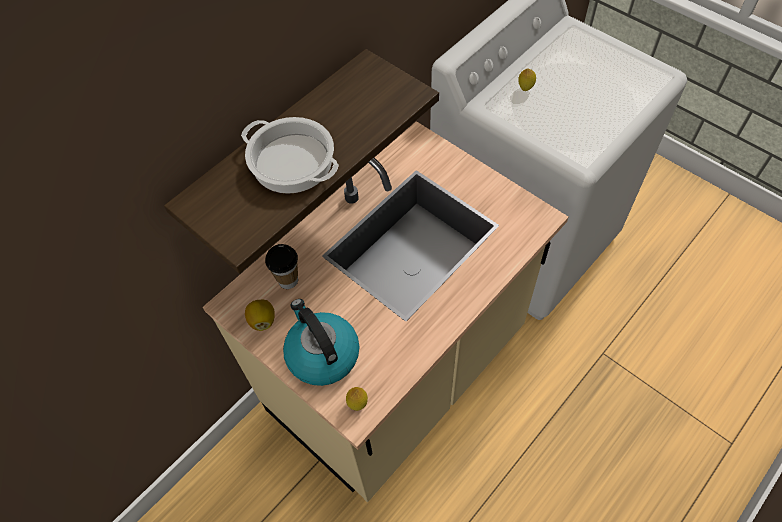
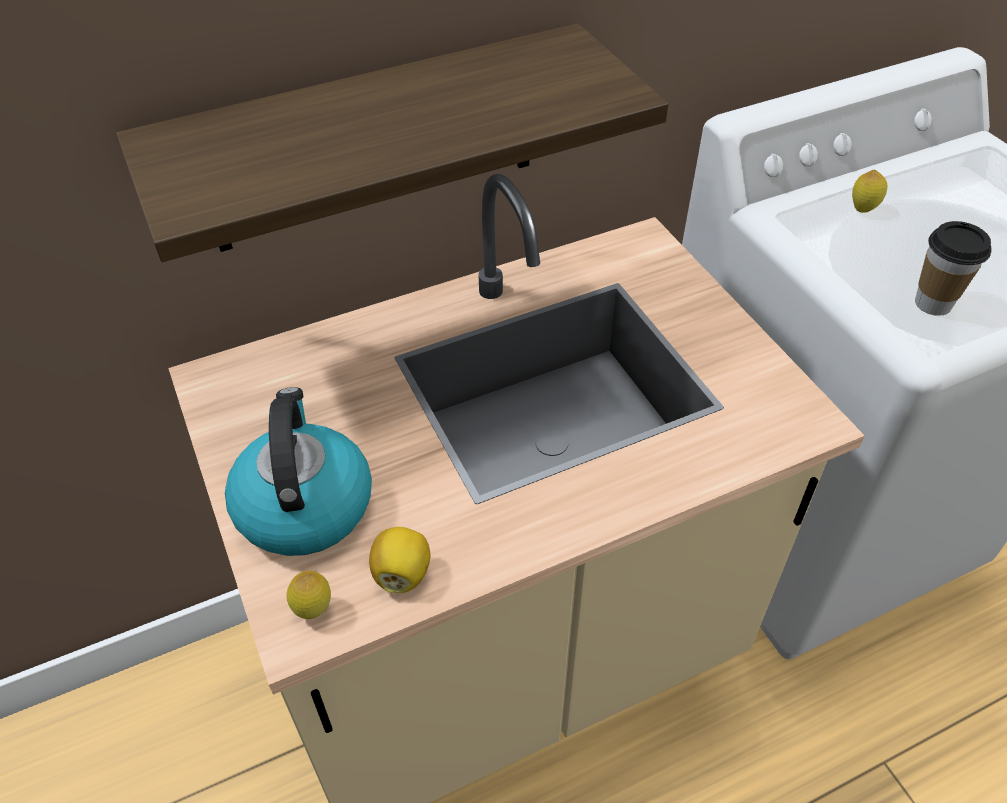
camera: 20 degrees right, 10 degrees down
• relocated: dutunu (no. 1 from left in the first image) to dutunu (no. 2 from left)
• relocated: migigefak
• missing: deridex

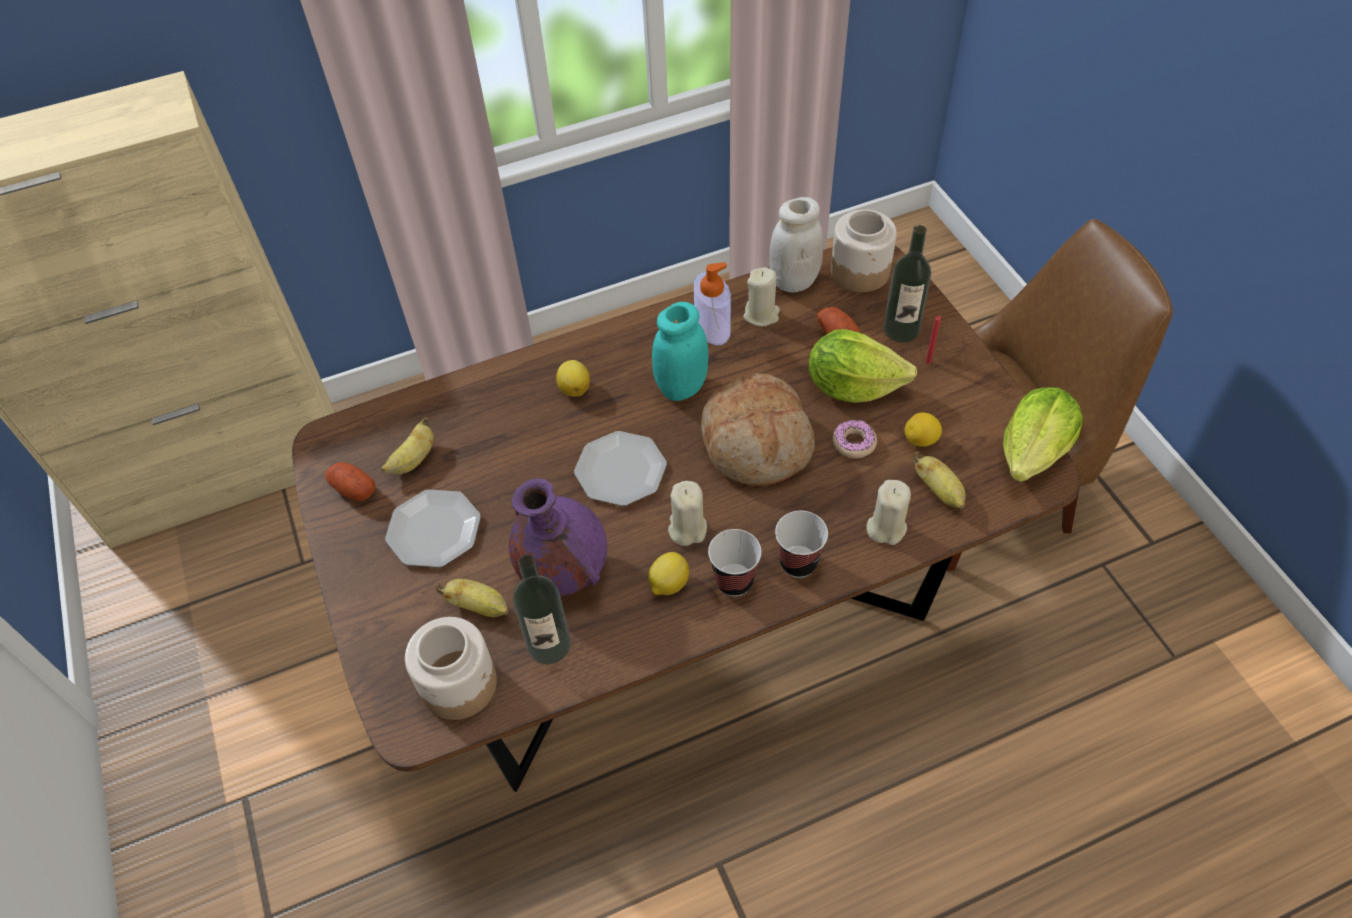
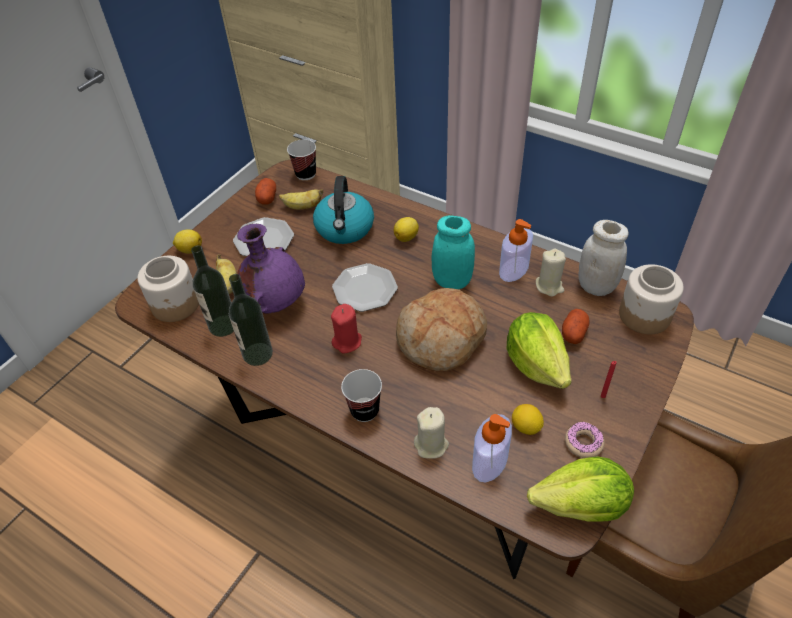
camera: 55 degrees right, 5 degrees down
• relocated: dutunu (no. 2 from left in the first image) to dutunu (no. 1 from left)
• relocated: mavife (no. 2 from left)
• relocated: migigefak (no. 1 from left)
• appeared: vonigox
• colour: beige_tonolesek (no. 1 from left) to red_tonolesek (no. 1 from left)
• exchanged: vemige (no. 3 from left) to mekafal (no. 1 from left)
• relocated: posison

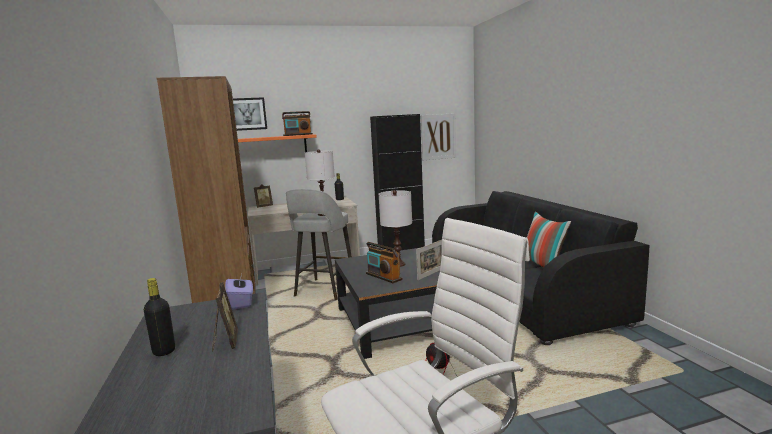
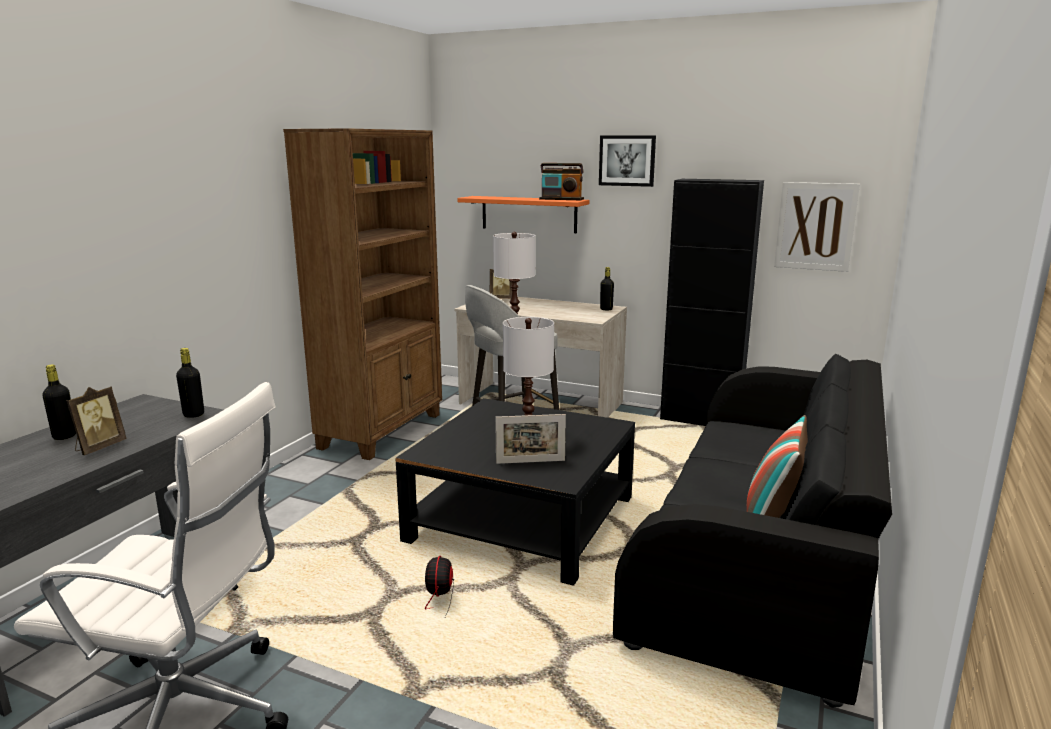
camera: 40 degrees right, 5 degrees up
• exchanged: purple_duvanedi to black_mavife (no. 2 from left)
• relocated: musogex (no. 1 from left)
• missing: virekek (no. 2 from left)

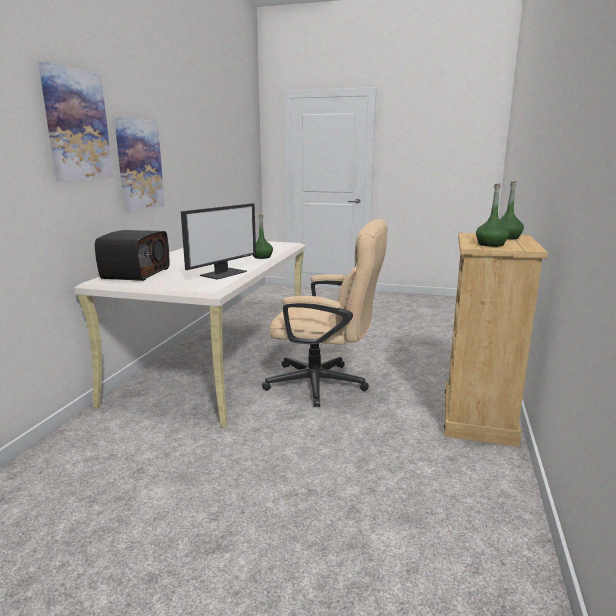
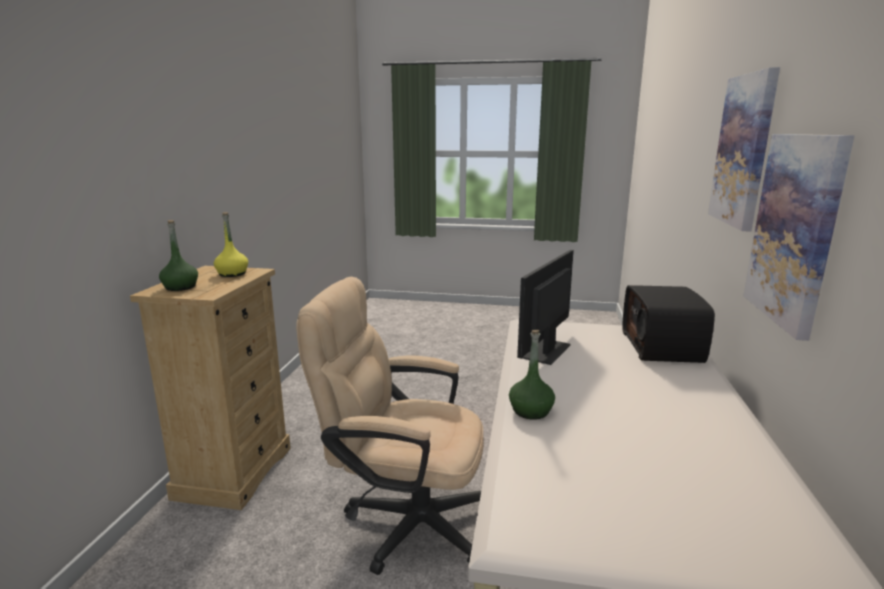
camera: 175 degrees right, 0 degrees up
• colour: green_mavife (no. 2 from left) to yellow_mavife

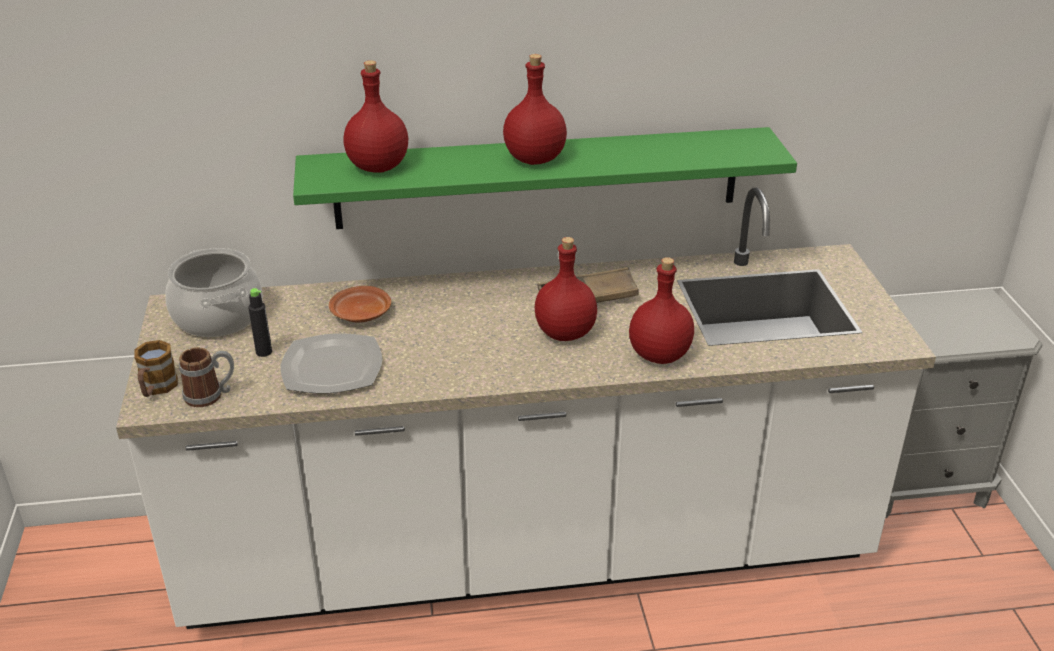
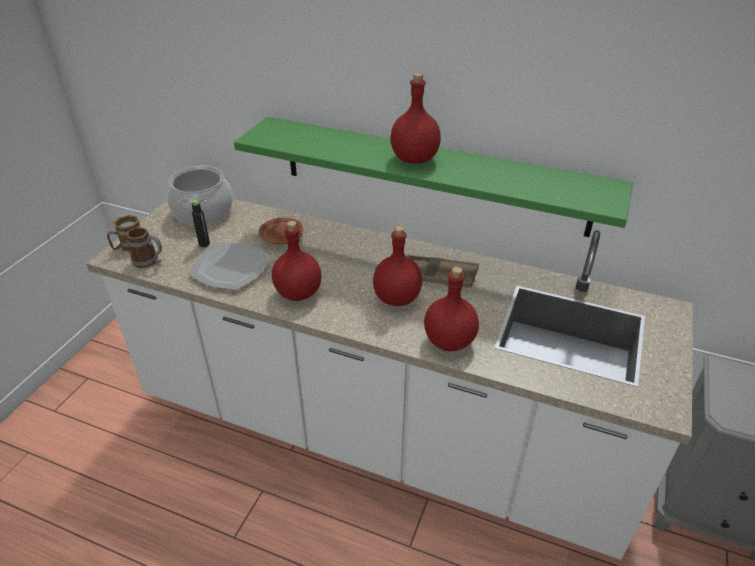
camera: 30 degrees right, 5 degrees up
• relocated: red_mavife (no. 1 from left)

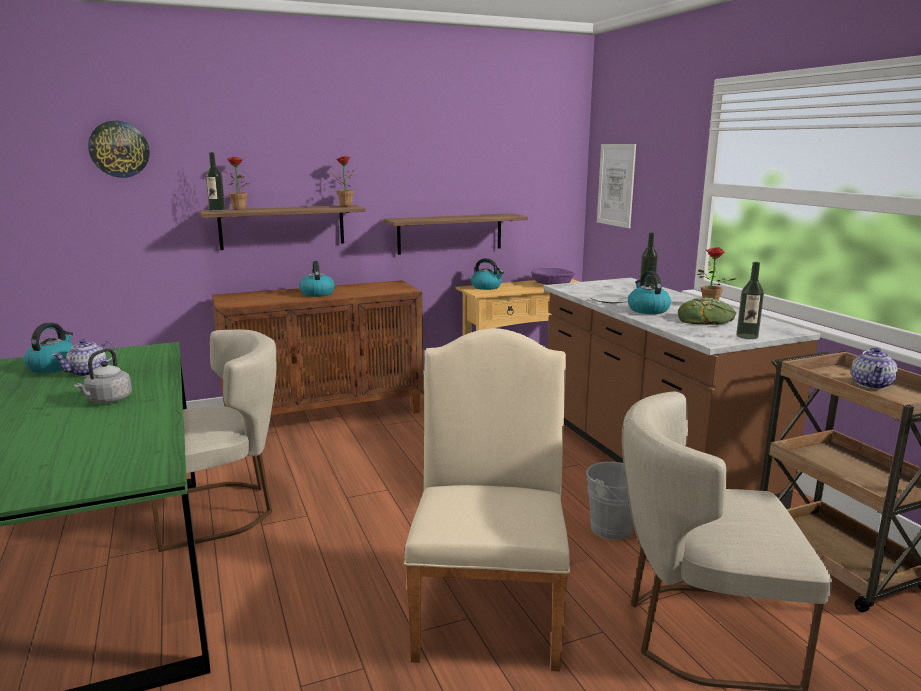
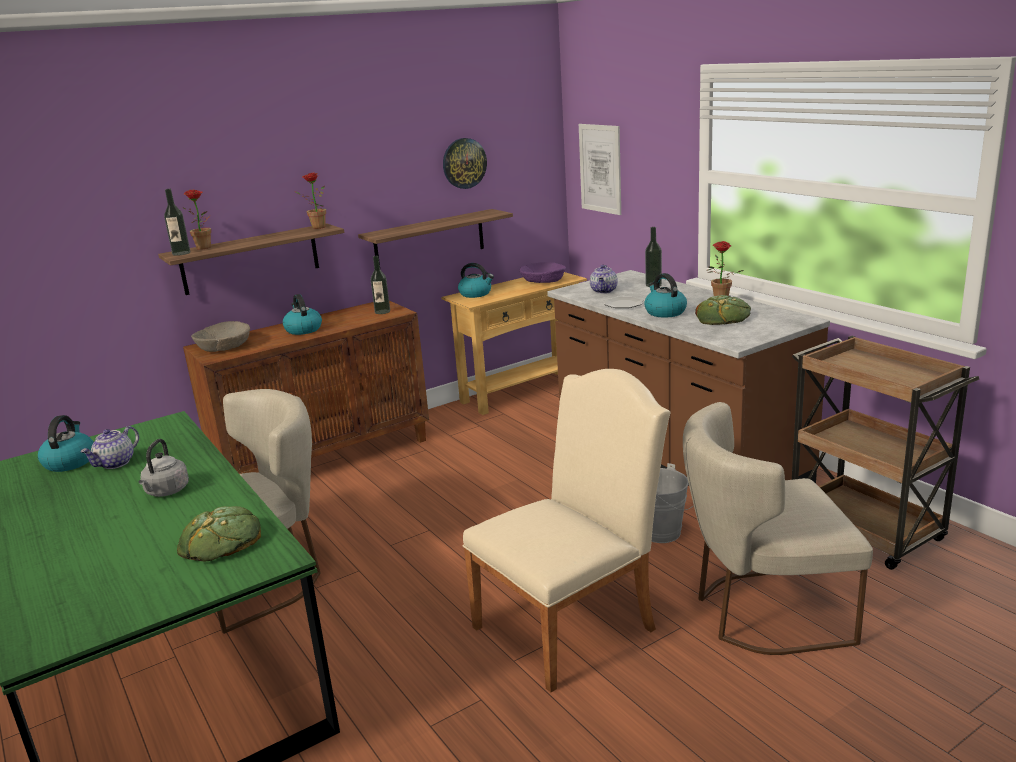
camera: 10 degrees left, 5 degrees up
• appeared: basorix (no. 1 from left)
• appeared: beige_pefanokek
• relocated: mavife (no. 3 from left in the first image) to mavife (no. 2 from left)
• relocated: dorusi
• spun: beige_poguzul (no. 2 from left) 60 degrees clockwise
• relocated: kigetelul (no. 2 from left)

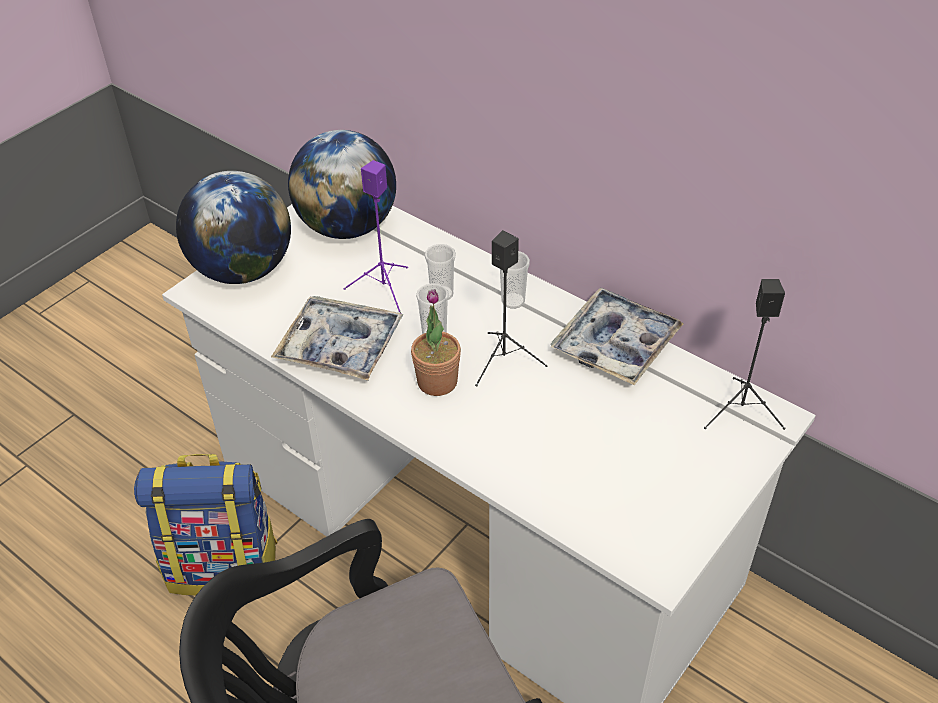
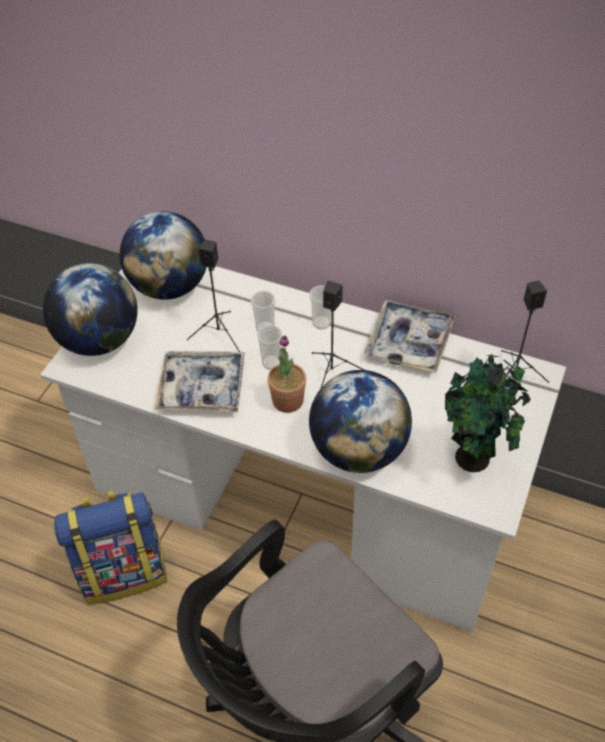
camera: 15 degrees left, 5 degrees up
• colour: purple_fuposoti to black_fuposoti (no. 1 from left)
• appeared: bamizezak (no. 3 from left)
• appeared: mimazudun (no. 2 from left)

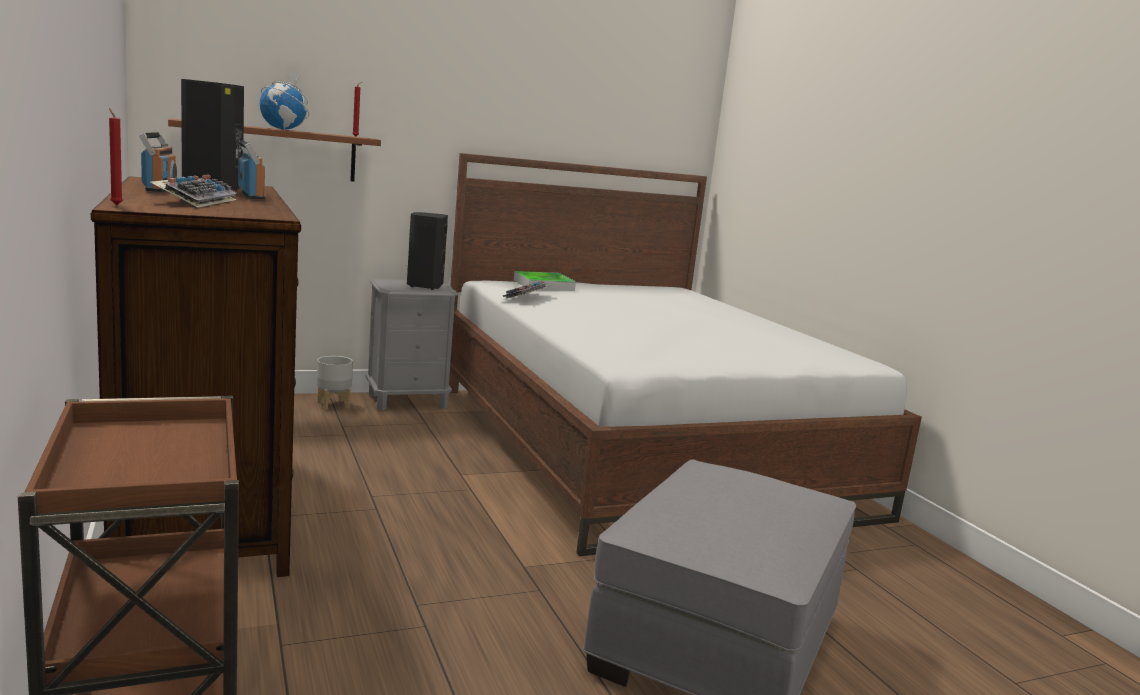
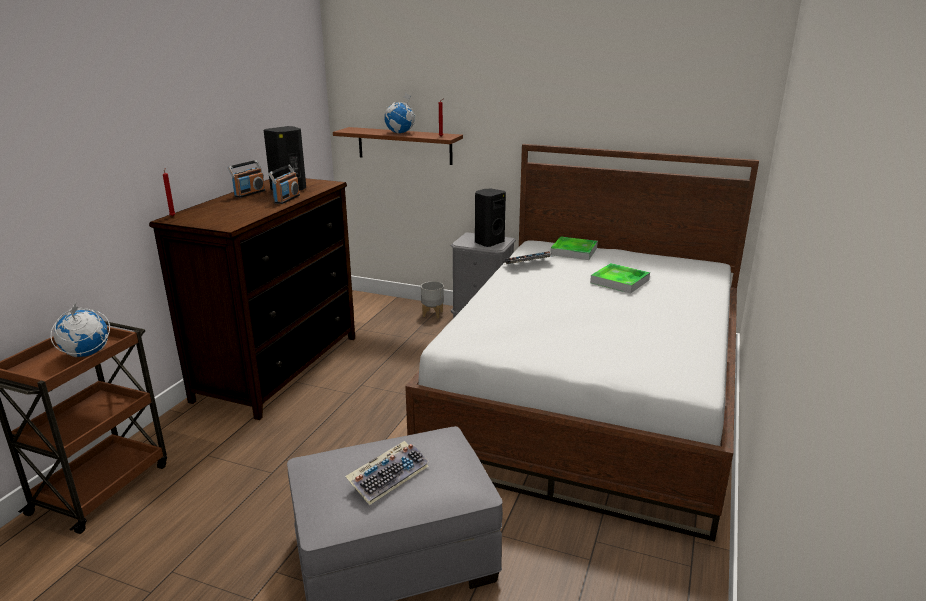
camera: 45 degrees right, 10 degrees up
• appeared: bamizezak (no. 1 from left)
• relocated: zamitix (no. 1 from left)
• appeared: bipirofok (no. 2 from left)

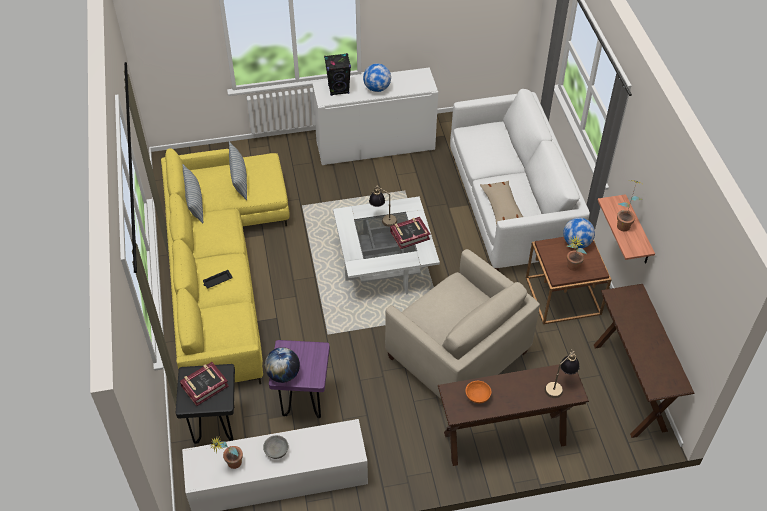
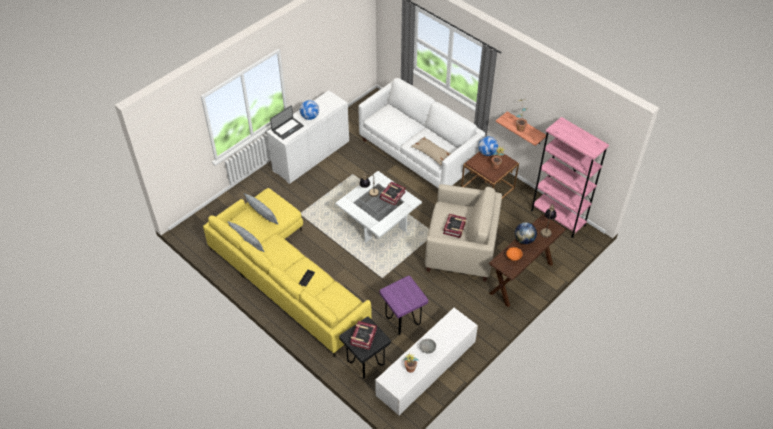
camera: 35 degrees left, 0 degrees up
• exchanged: black_fuposoti to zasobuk
• appeared: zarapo (no. 3 from left)
• relocated: bamizezak (no. 1 from left in the first image) to bamizezak (no. 3 from left)
• exchanged: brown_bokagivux (no. 2 from left) to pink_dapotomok

